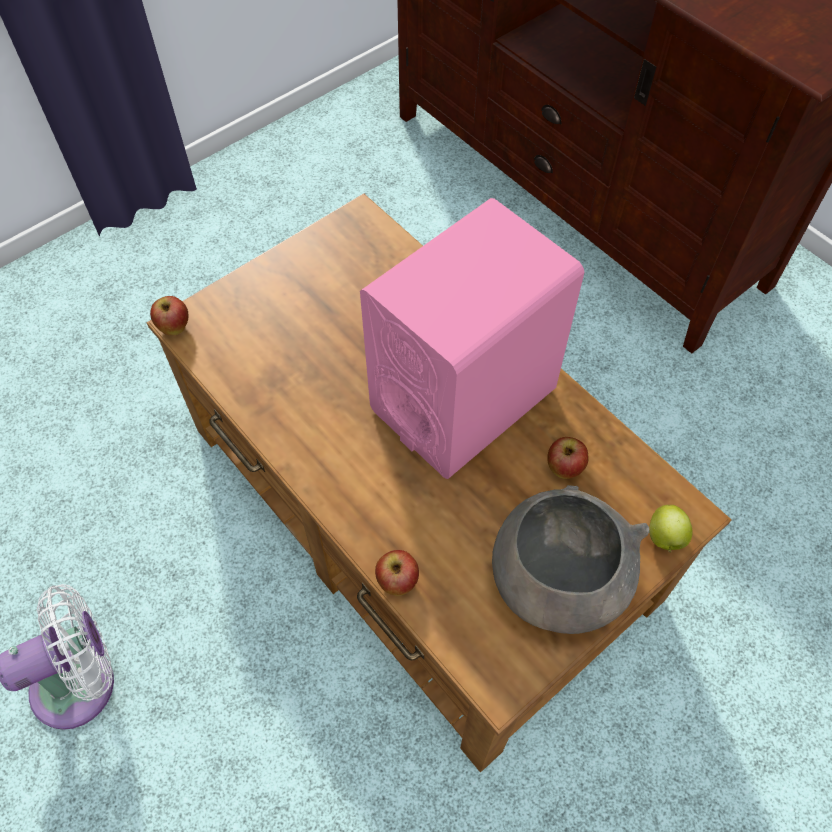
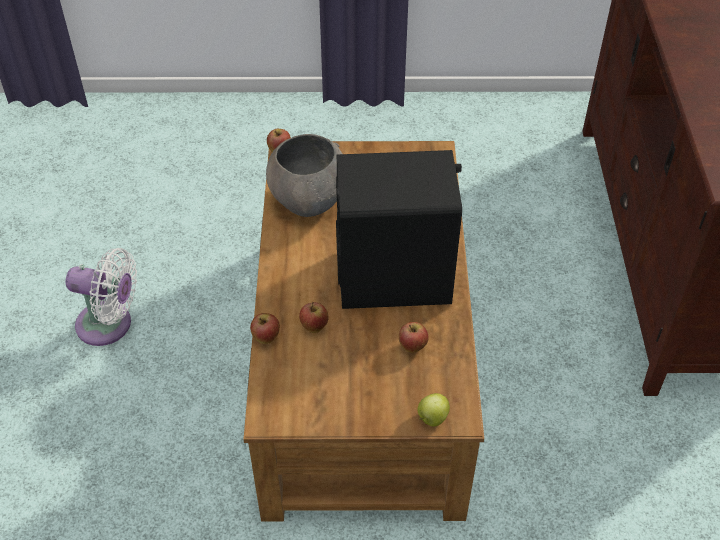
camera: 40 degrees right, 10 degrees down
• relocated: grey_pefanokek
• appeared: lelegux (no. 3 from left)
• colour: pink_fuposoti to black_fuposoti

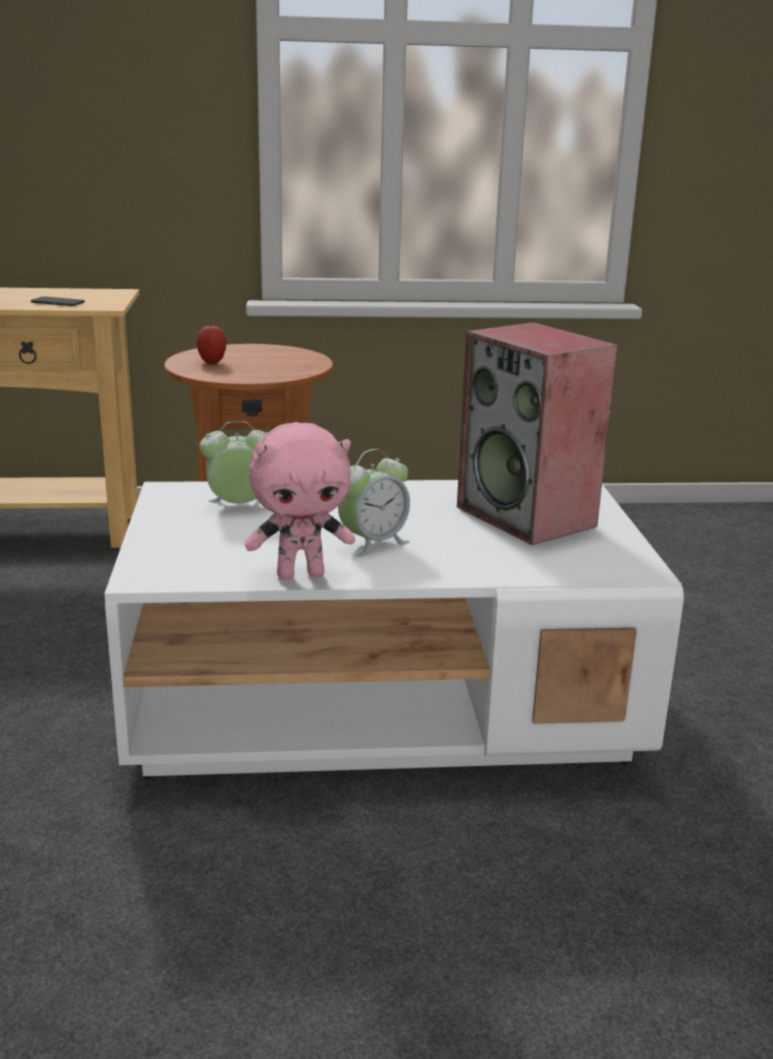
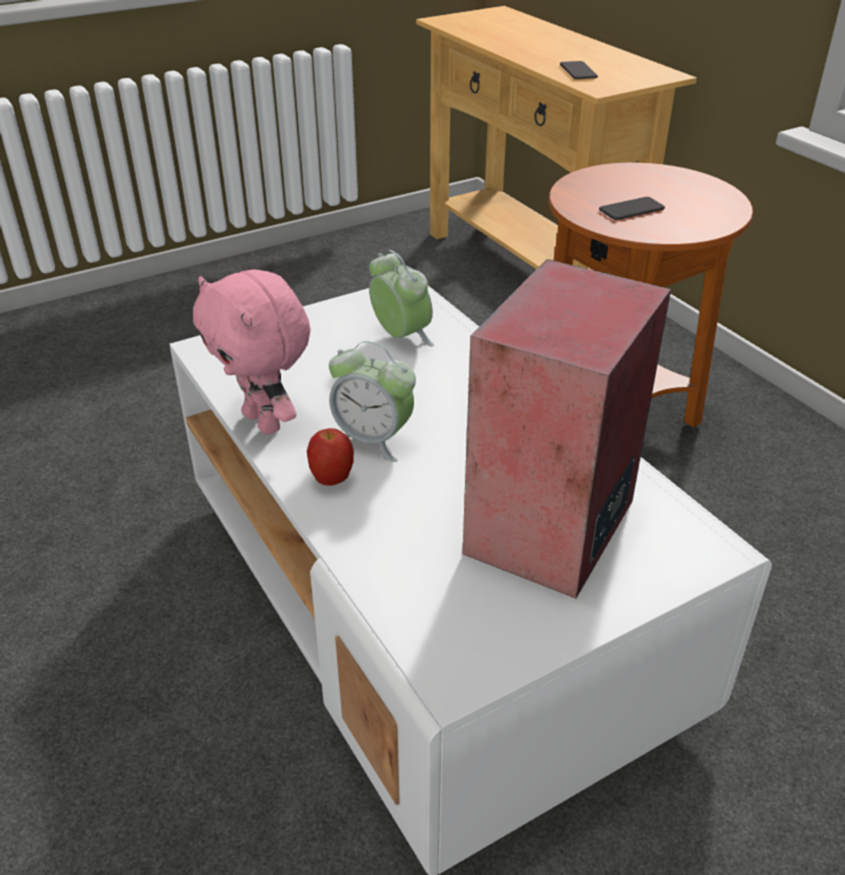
camera: 65 degrees right, 15 degrees up
• relocated: lelegux
• appeared: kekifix (no. 2 from left)

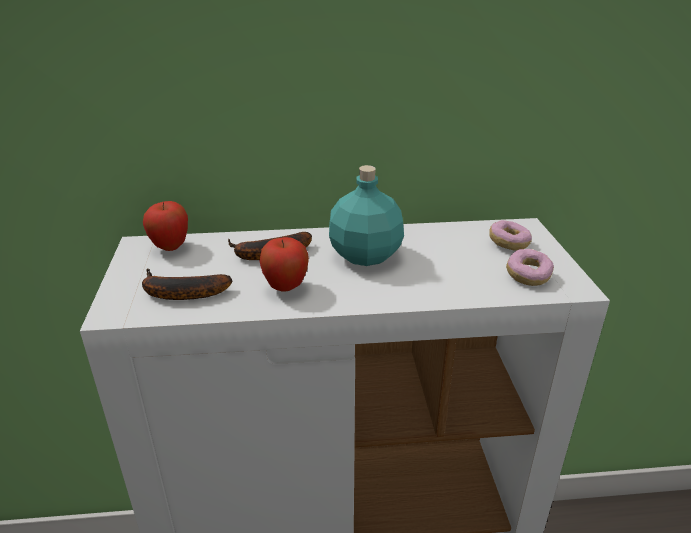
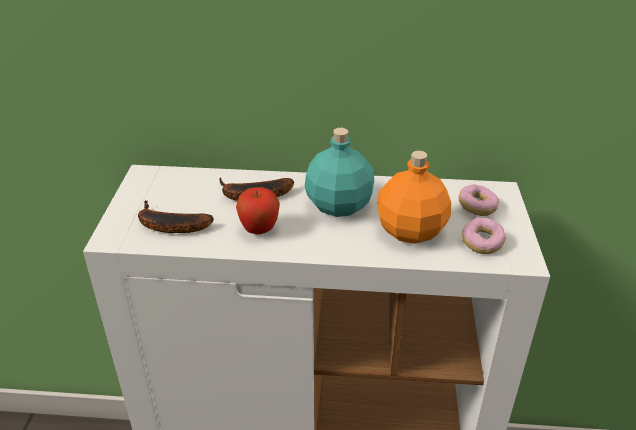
camera: 10 degrees right, 5 degrees up
• appeared: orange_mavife
• missing: lelegux (no. 1 from left)

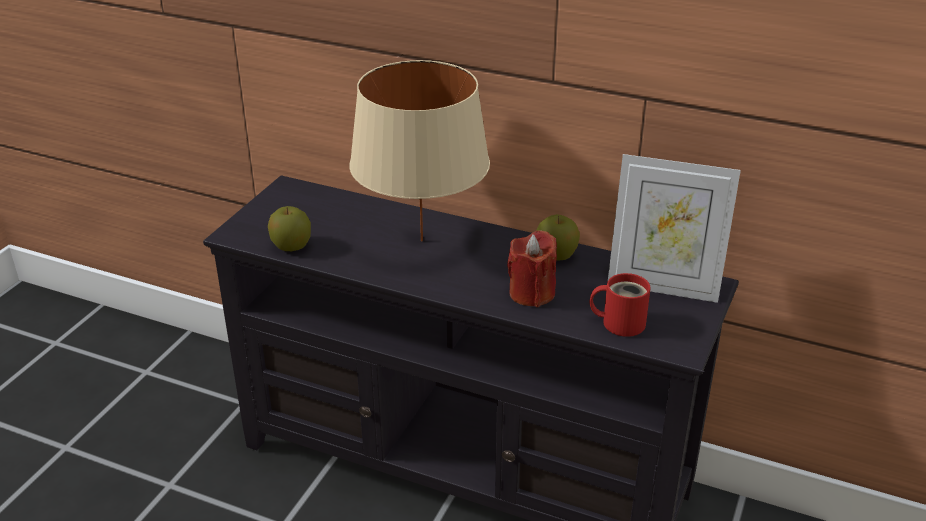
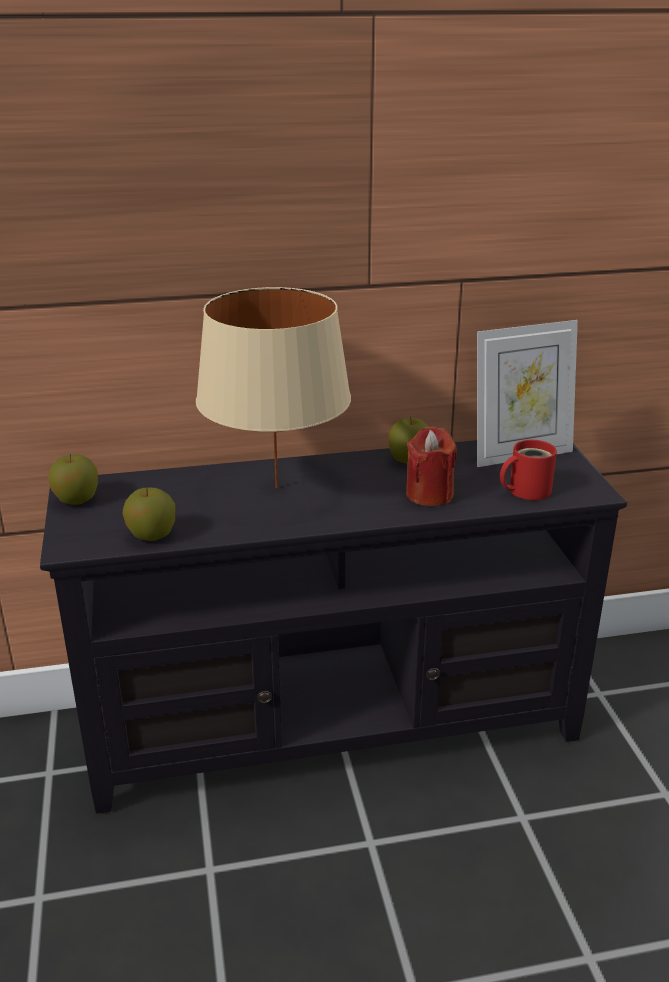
camera: 35 degrees left, 5 degrees down
• appeared: lelegux (no. 1 from left)

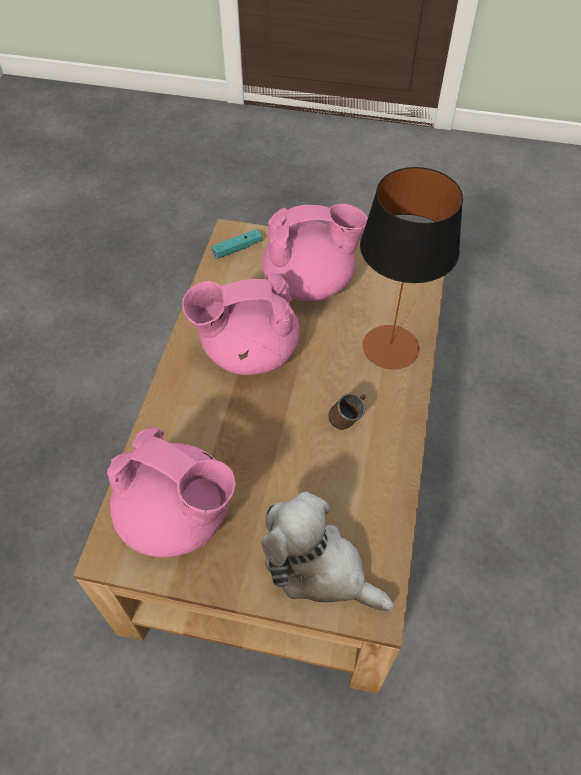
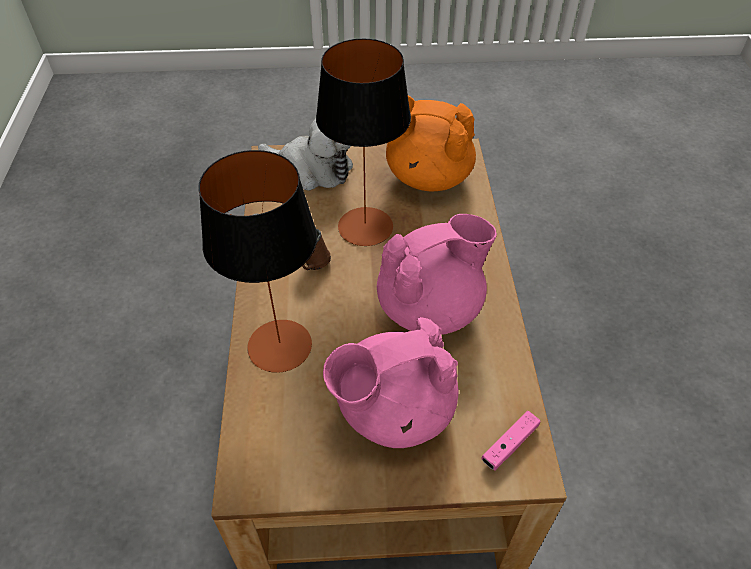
camera: 165 degrees right, 5 degrees down
• appeared: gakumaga (no. 2 from left)
• colour: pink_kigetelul (no. 1 from left) to orange_kigetelul
• colour: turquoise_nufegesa to pink_nufegesa

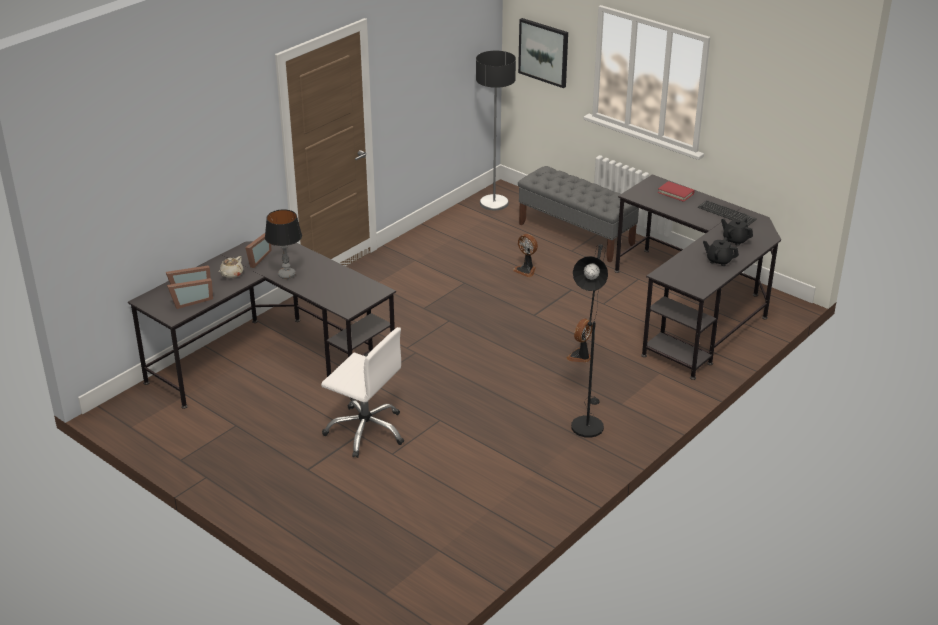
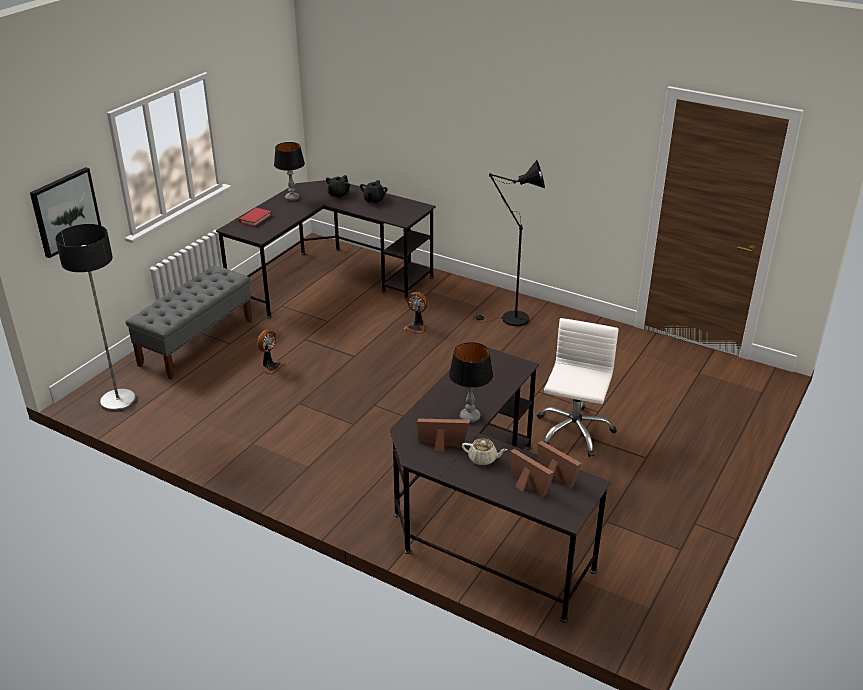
camera: 100 degrees left, 0 degrees up
• exchanged: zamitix to gakumaga (no. 1 from left)

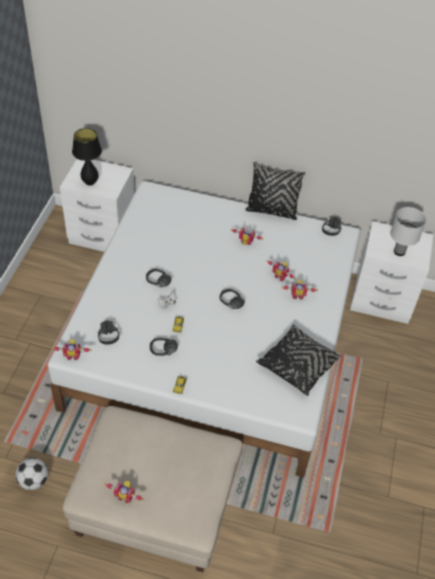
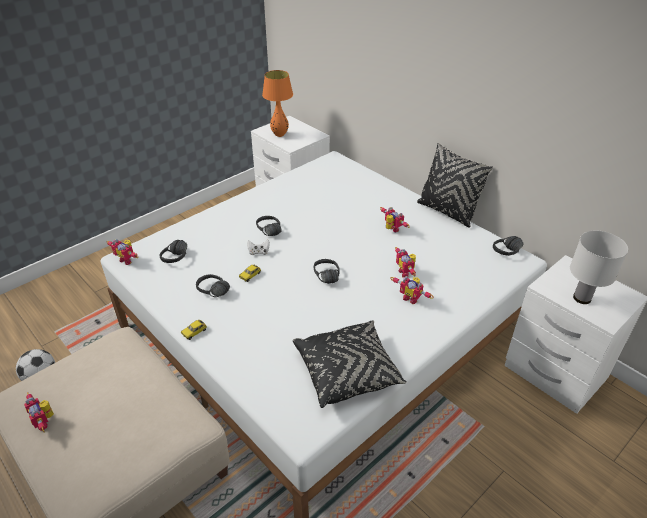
camera: 35 degrees right, 10 degrees down
• colour: black_gakumaga to orange_gakumaga

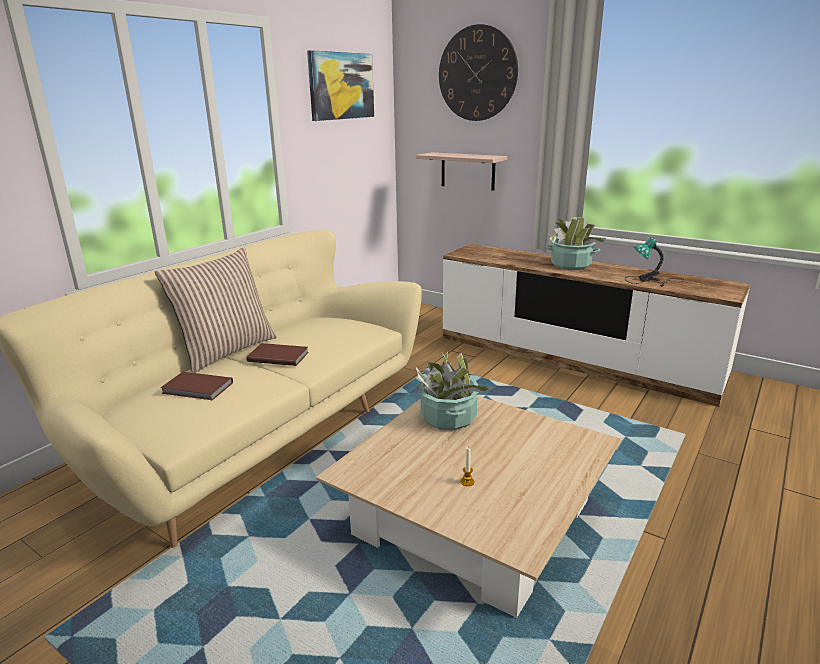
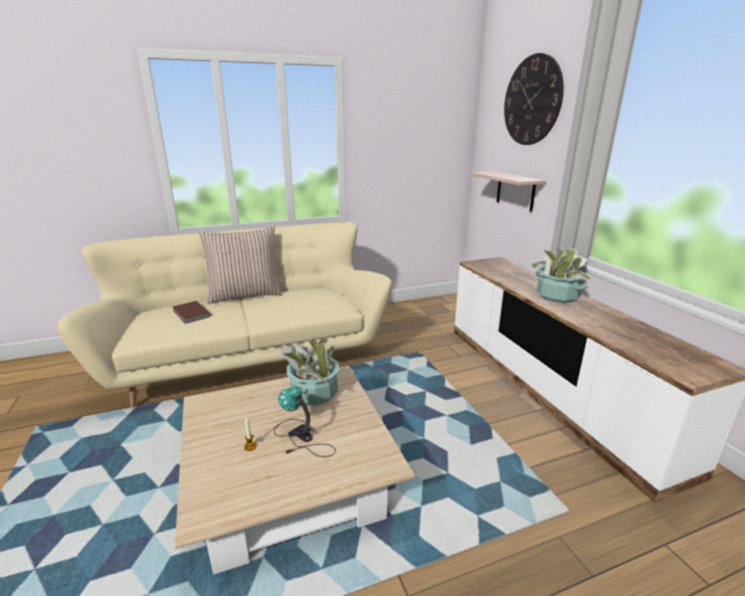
camera: 35 degrees right, 0 degrees up
• relocated: gakumaga
• missing: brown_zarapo (no. 2 from left)
• missing: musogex

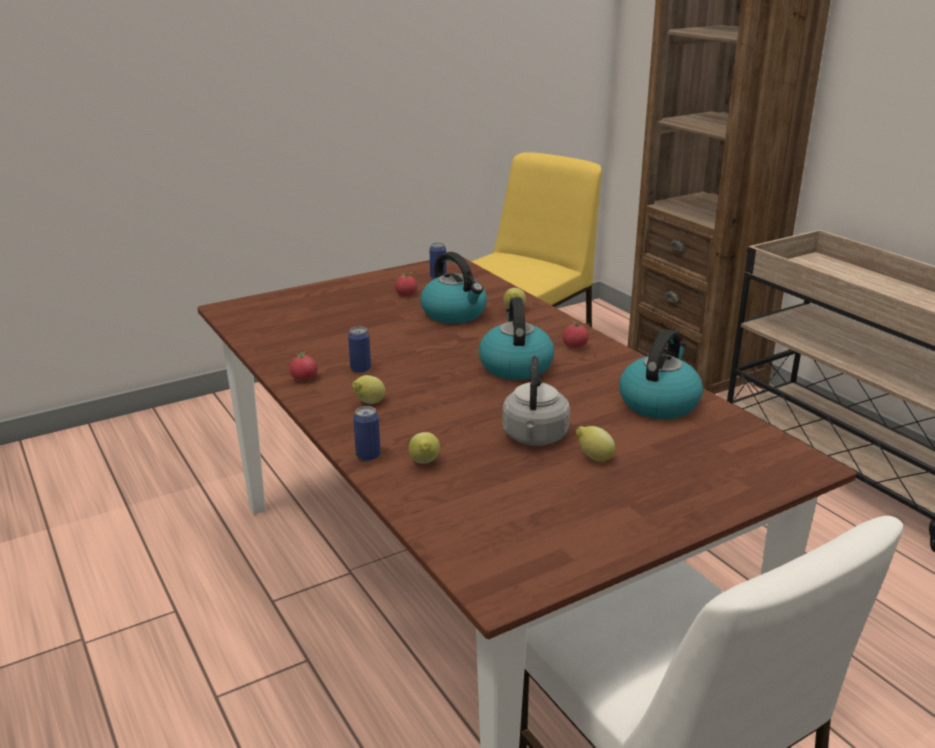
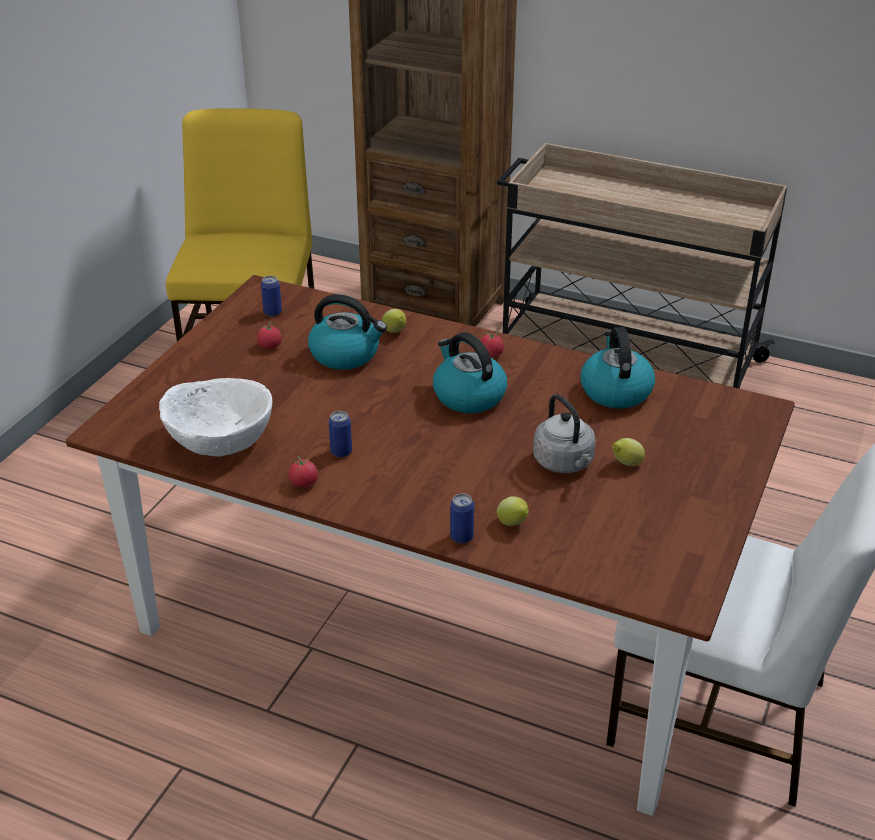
camera: 35 degrees left, 10 degrees up
• appeared: white_pefanokek
• missing: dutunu (no. 1 from left)

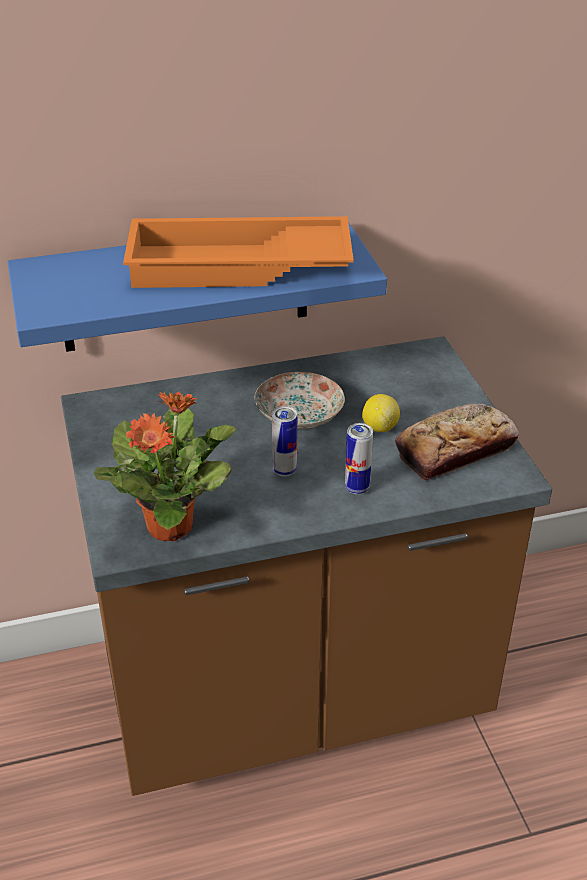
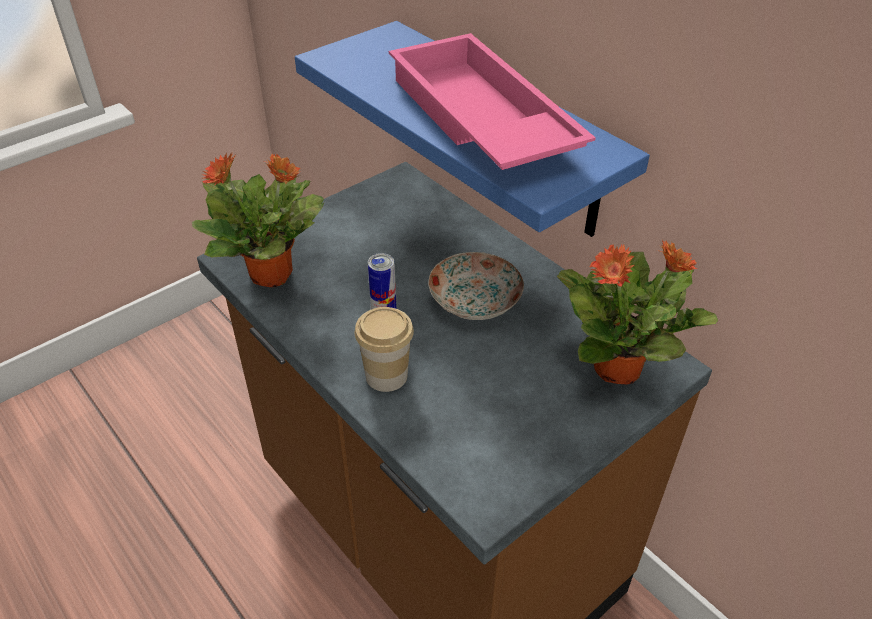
camera: 65 degrees right, 5 degrees up
• exchanged: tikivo (no. 2 from left) to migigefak
• colour: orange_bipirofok to pink_bipirofok
• appeared: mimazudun (no. 2 from left)
• missing: dutunu
• missing: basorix

